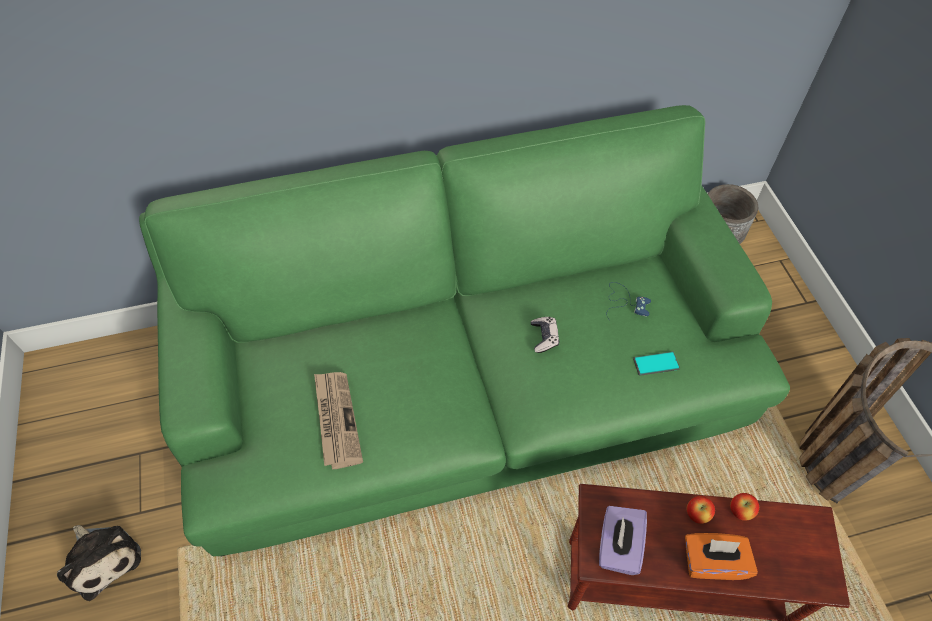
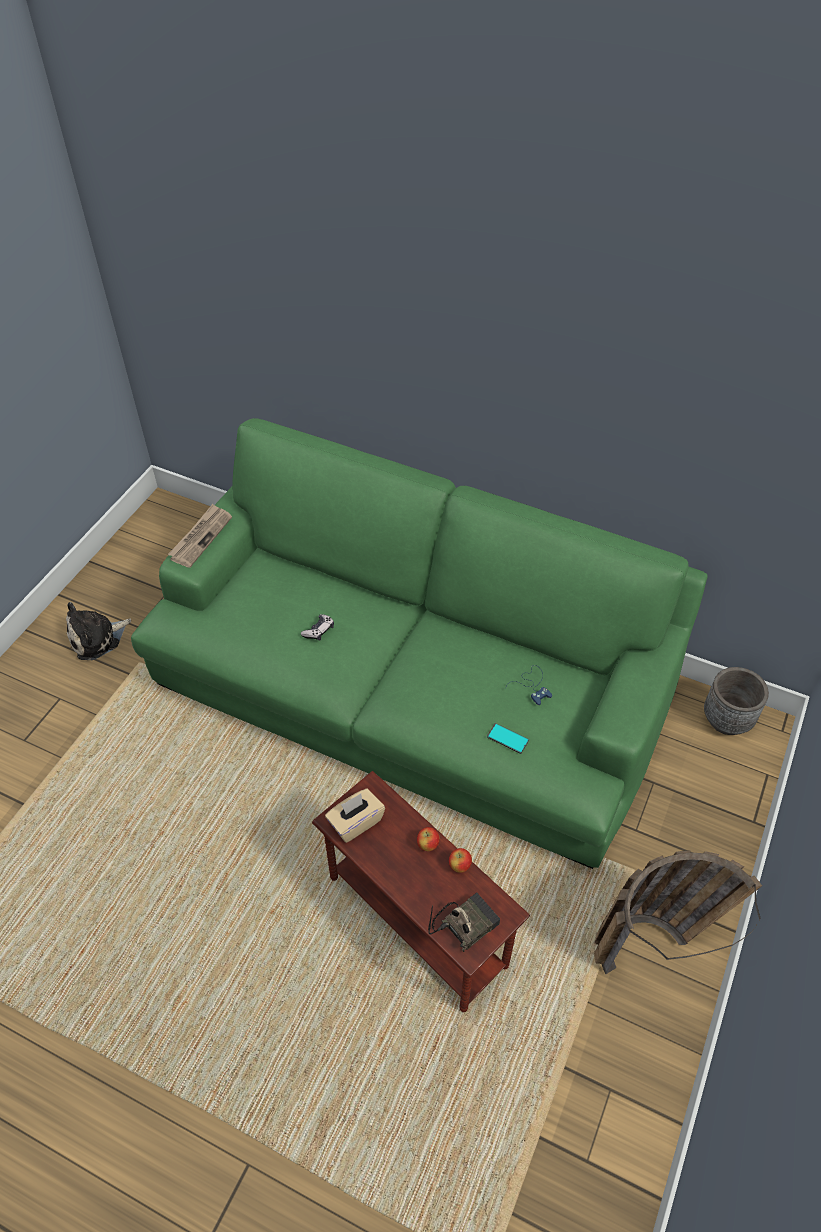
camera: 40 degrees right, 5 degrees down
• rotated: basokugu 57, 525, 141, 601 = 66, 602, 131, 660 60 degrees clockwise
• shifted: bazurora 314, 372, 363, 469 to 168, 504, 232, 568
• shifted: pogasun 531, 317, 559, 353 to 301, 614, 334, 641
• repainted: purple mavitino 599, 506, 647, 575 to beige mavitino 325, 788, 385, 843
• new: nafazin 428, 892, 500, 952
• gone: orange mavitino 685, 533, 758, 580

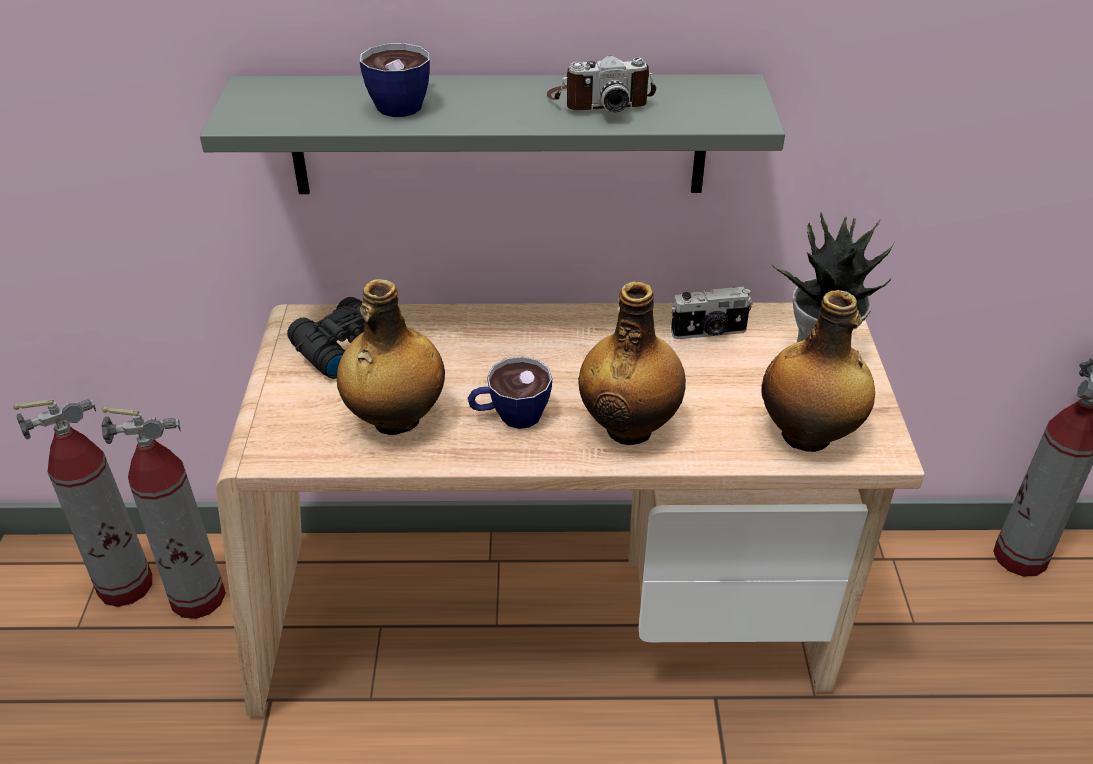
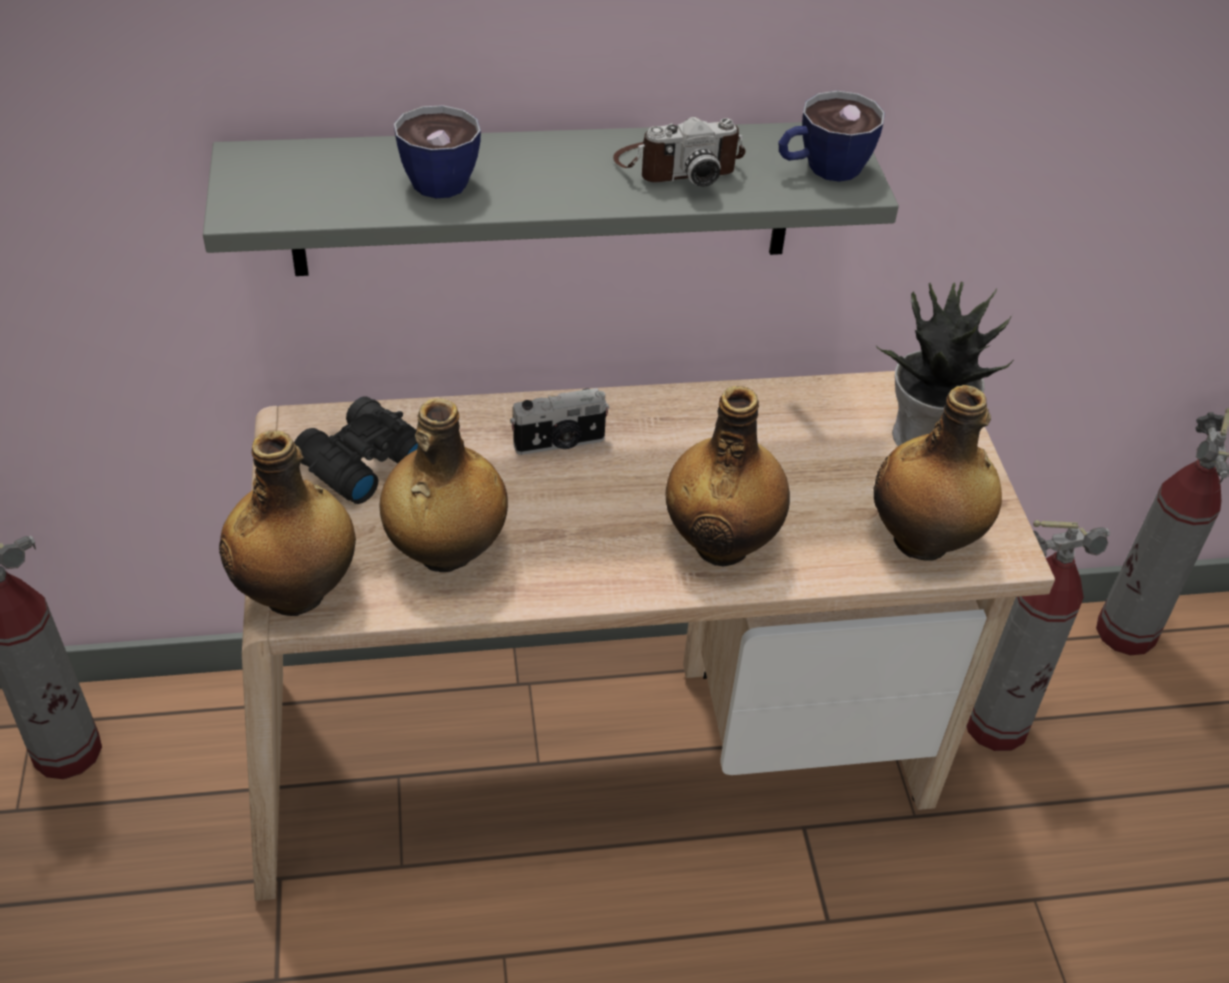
camera: 10 degrees left, 5 degrees up
• new: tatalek 219, 430, 356, 616
• shifted: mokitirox 671, 287, 753, 339 to 510, 388, 609, 455
• shifted: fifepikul 468, 356, 552, 429 to 779, 91, 885, 182
• shifted: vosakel 102, 407, 226, 619 to 967, 520, 1110, 751

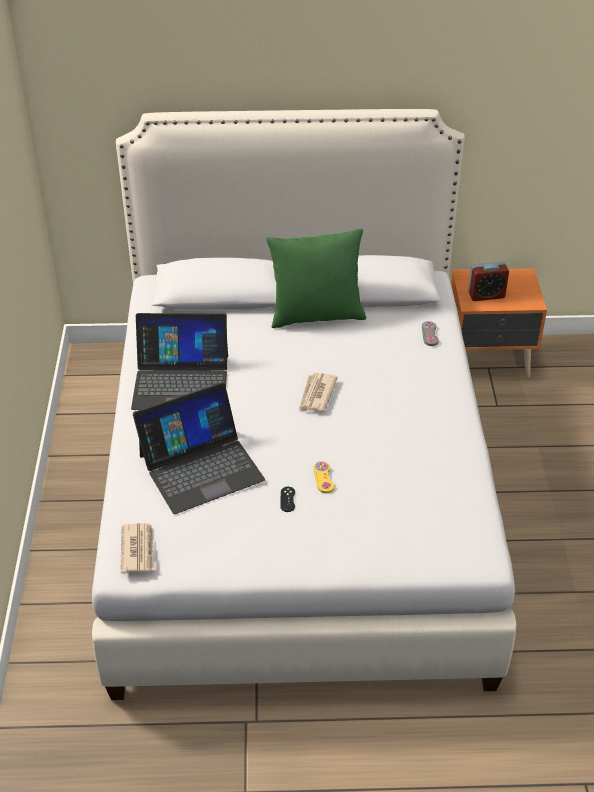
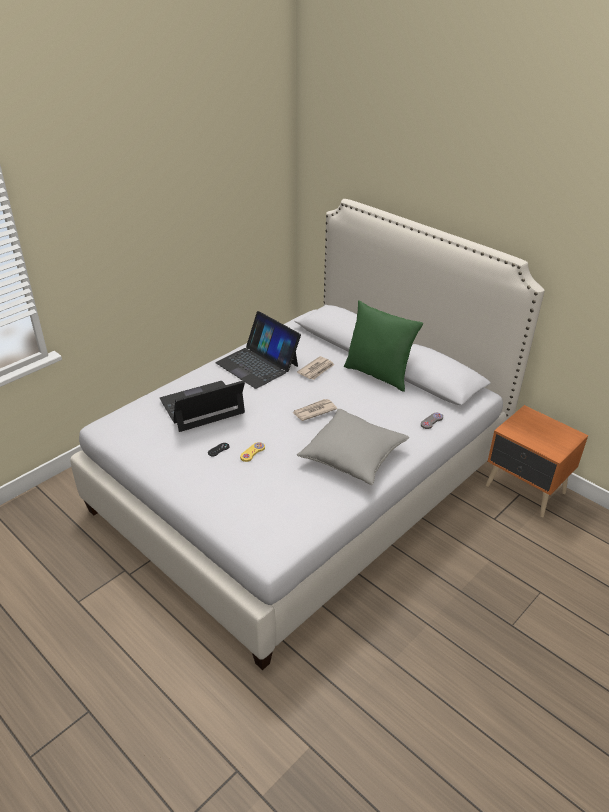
camera: 45 degrees right, 5 degrees down
• rotated: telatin 133, 382, 265, 514 = 160, 381, 245, 432 135 degrees clockwise
• shifted: bazurora 120, 523, 156, 573 to 297, 356, 334, 380
• new: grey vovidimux 297, 409, 409, 485
• gone: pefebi 468, 261, 509, 301

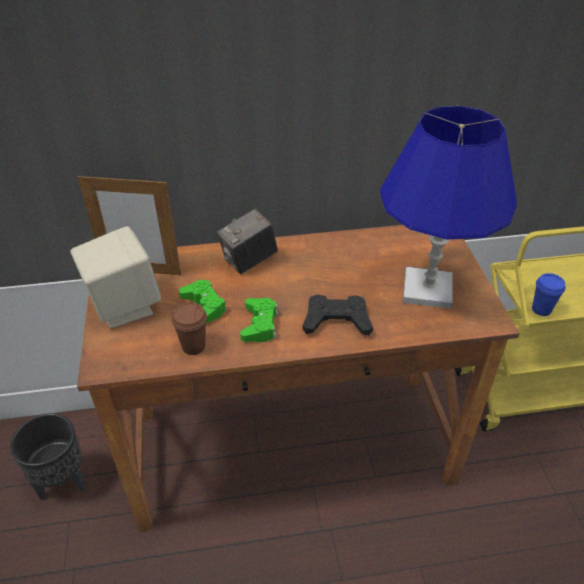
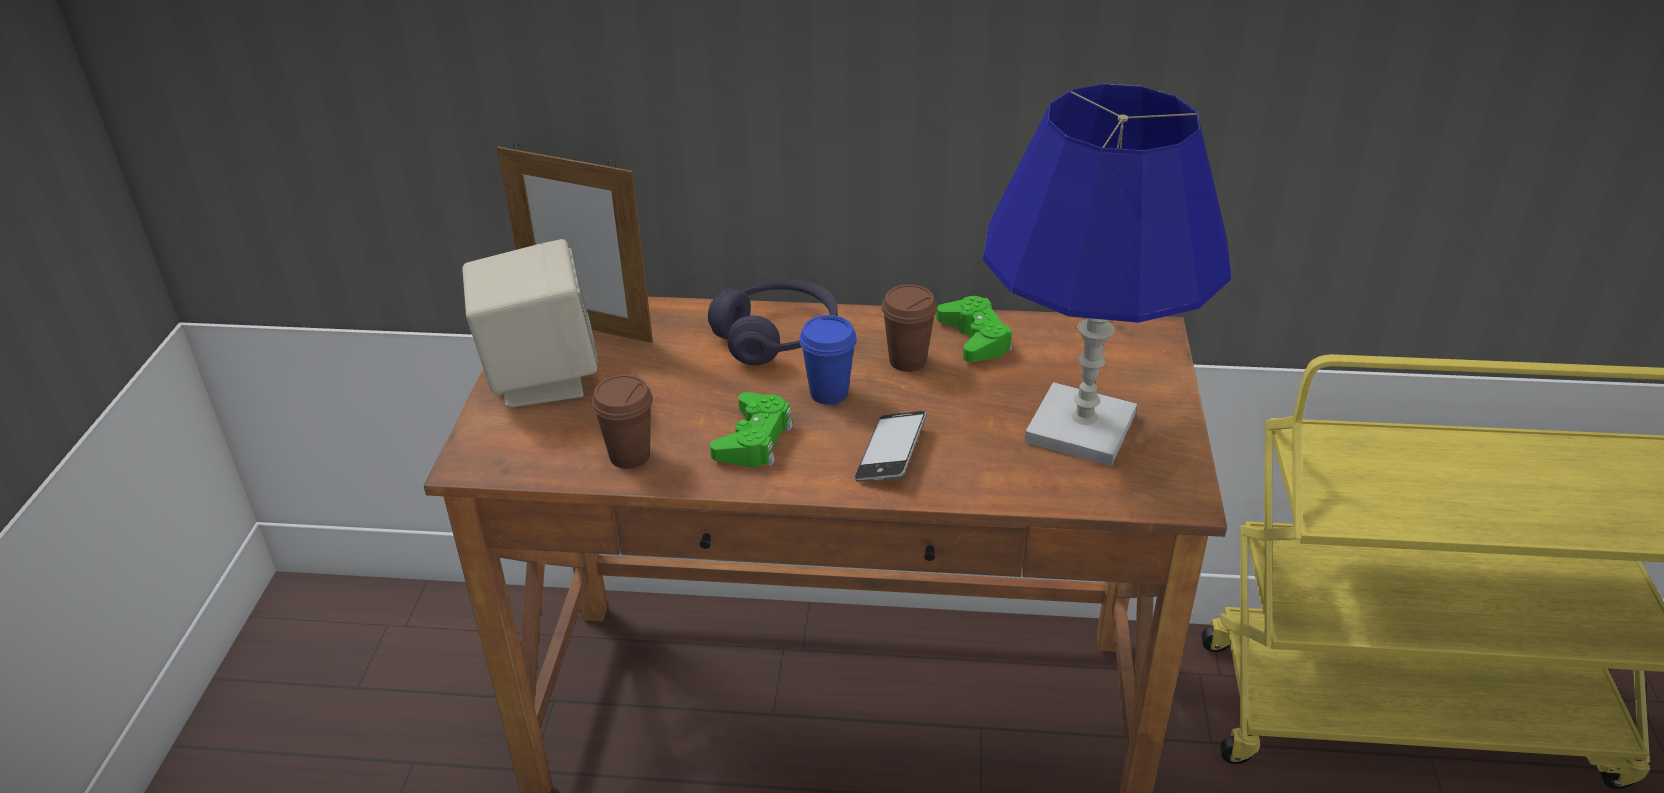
camera: 15 degrees right, 5 degrees down
• swapped: mokitirox 217, 209, 278, 274 to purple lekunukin 708, 279, 838, 365
• shifted: blue fifepikul 532, 273, 566, 316 to 799, 315, 857, 405
• swapped: black pogasun 302, 294, 373, 335 to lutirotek 855, 411, 927, 482
• new: brown fifepikul 881, 285, 937, 372
• shifted: green pogasun 179, 280, 227, 323 to 936, 296, 1012, 362
• gone: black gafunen 10, 413, 87, 500

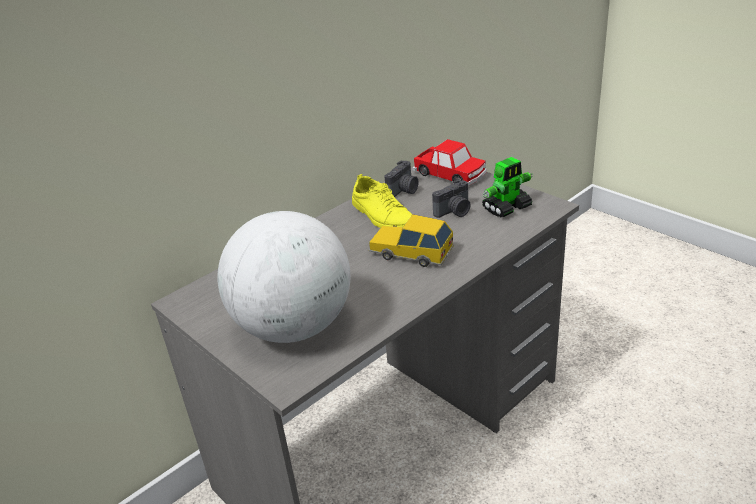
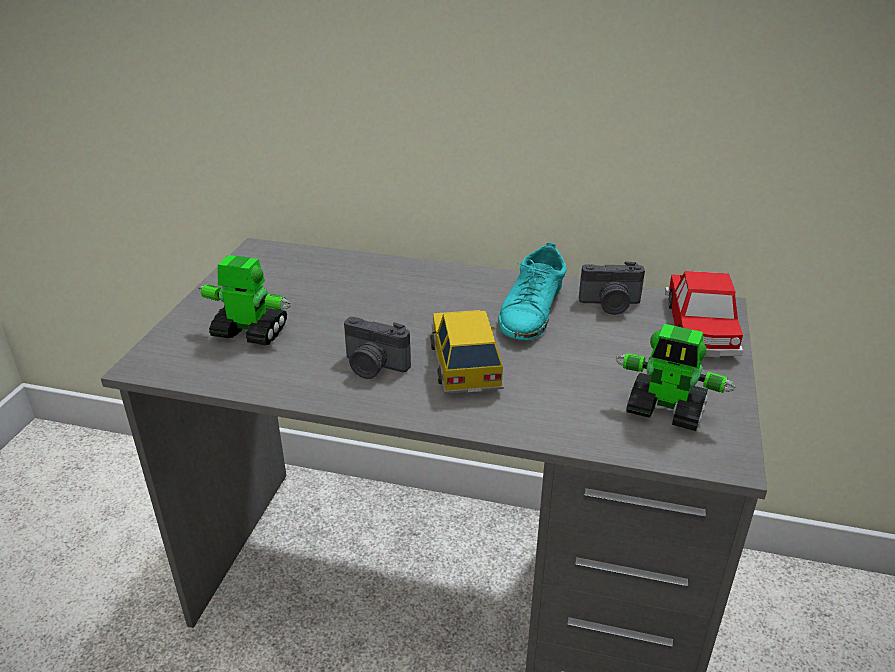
camera: 55 degrees right, 0 degrees up
• swapped: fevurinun 218, 211, 350, 343 to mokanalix 198, 255, 291, 345
• shifted: mokitirox 432, 180, 470, 218 to 344, 317, 411, 379
• repainted: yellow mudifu 352, 174, 412, 228 to turquoise mudifu 498, 242, 567, 340

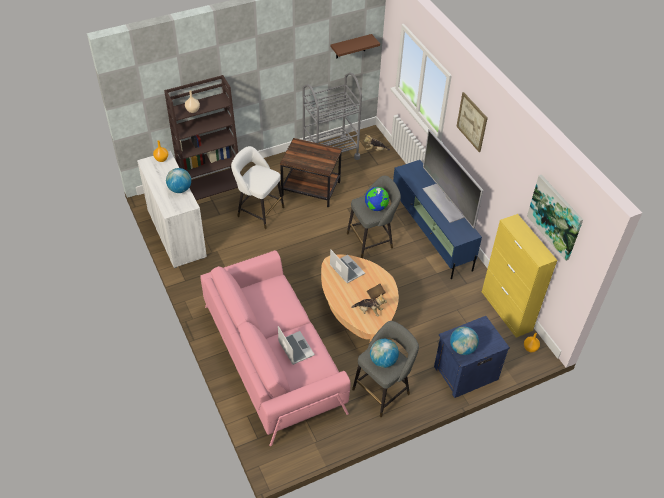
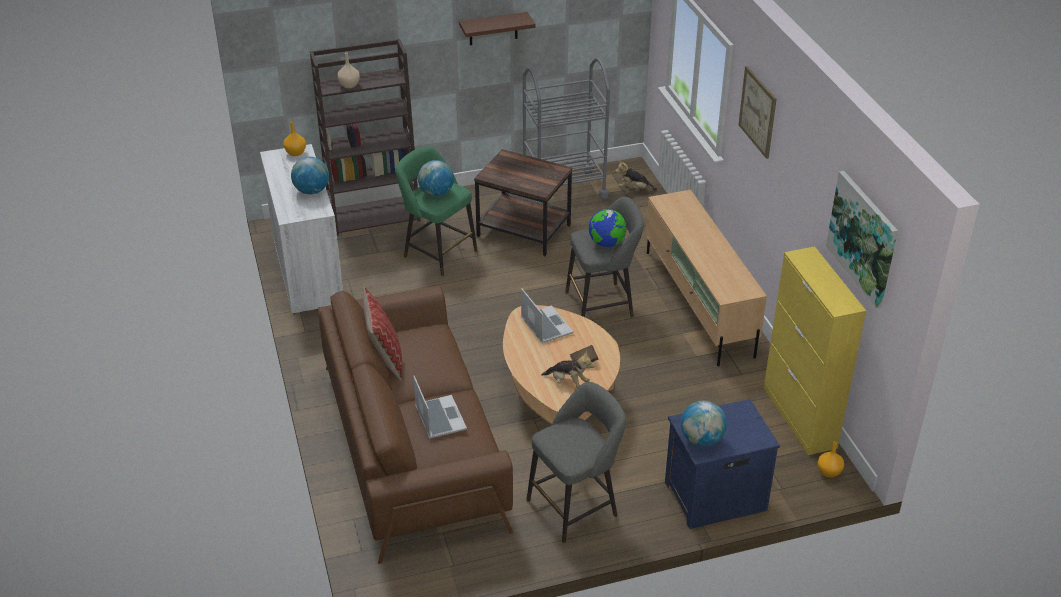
camera: 10 degrees right, 10 degrees down
• repainted: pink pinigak 200, 250, 351, 446 to brown pinigak 318, 286, 513, 564
• new: vovidimux 363, 287, 402, 381
• repainted: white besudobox 231, 146, 284, 229 to green besudobox 396, 146, 478, 276
• shifted: fevurinun 370, 339, 399, 368 to 418, 160, 454, 196
• shifted: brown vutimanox 331, 34, 380, 59 to 459, 12, 535, 45
• repainted: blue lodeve 393, 160, 482, 279 to beige lodeve 646, 190, 767, 366
• gone: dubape 423, 129, 484, 229

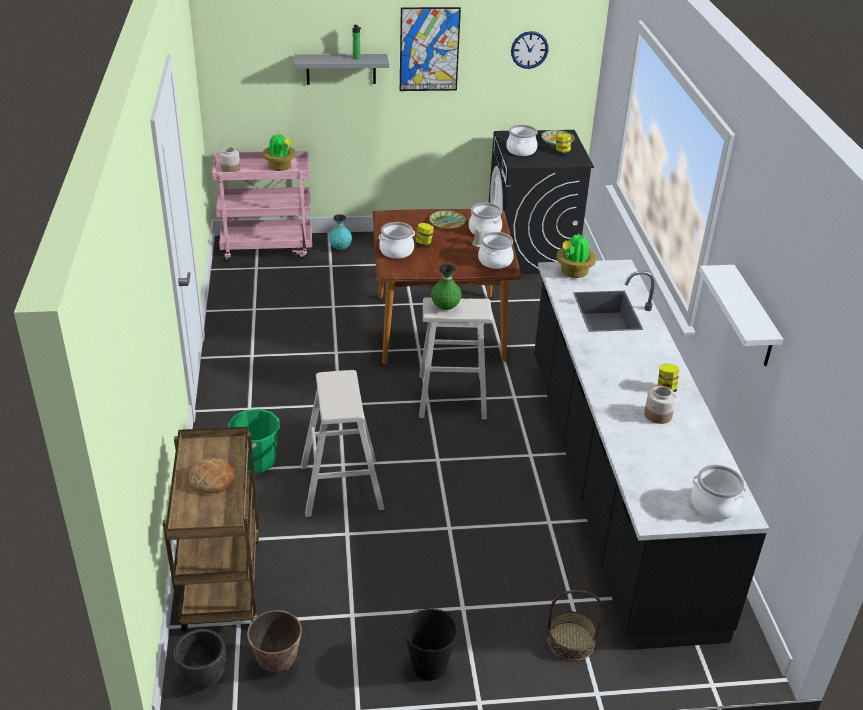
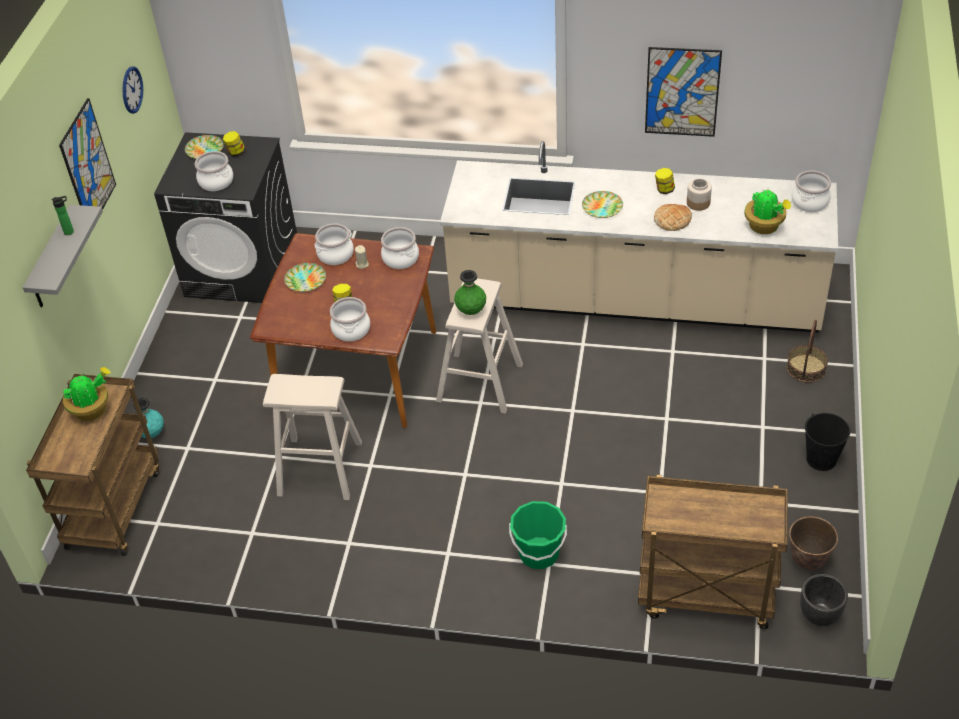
camera: 70 degrees left, 10 degrees up
• repainted: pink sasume 212, 150, 312, 262 to brown sasume 26, 374, 159, 556
• shifted: beige besudobox 301, 370, 384, 517 to 263, 374, 362, 500
• repainted: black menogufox 534, 260, 769, 649 to beige menogufox 440, 141, 838, 333
• new: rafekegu 582, 191, 623, 218
• swapped: white vutimanox 699, 265, 783, 366 to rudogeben 645, 47, 722, 137
• shifted: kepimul 189, 458, 234, 493 to 654, 204, 692, 231
• shifted: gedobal 557, 233, 596, 278 to 744, 190, 791, 234
• gone: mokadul 219, 147, 240, 172

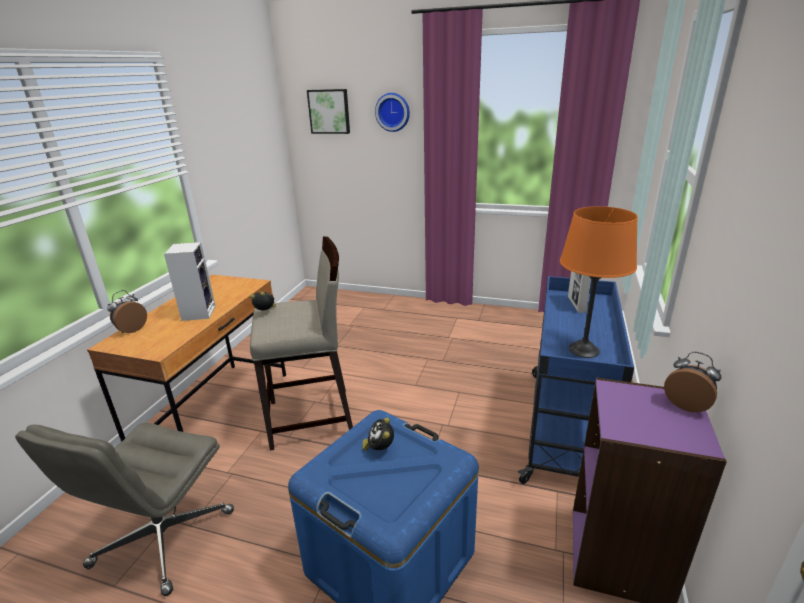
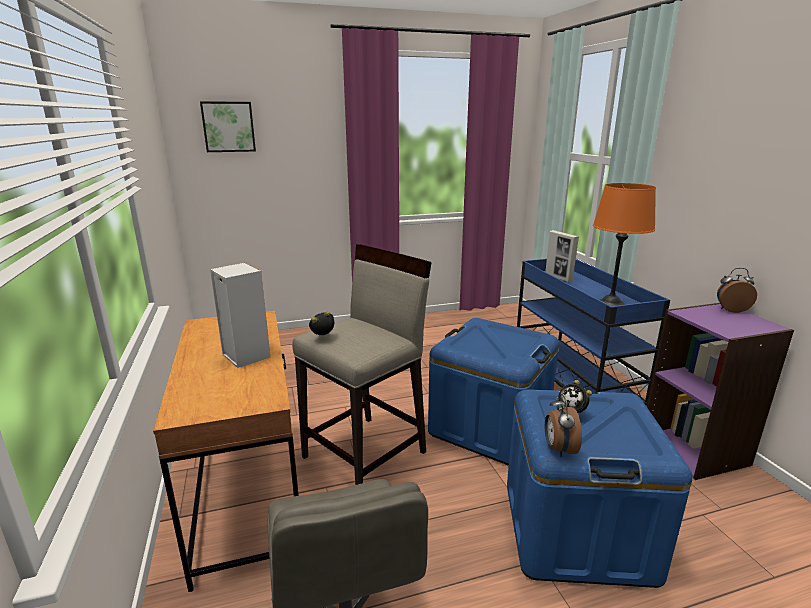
camera: 35 degrees left, 5 degrees down
• new: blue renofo 428, 318, 559, 466
• shifted: pefebi 107, 290, 147, 333 to 545, 394, 582, 457
• gone: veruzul 375, 93, 410, 132

